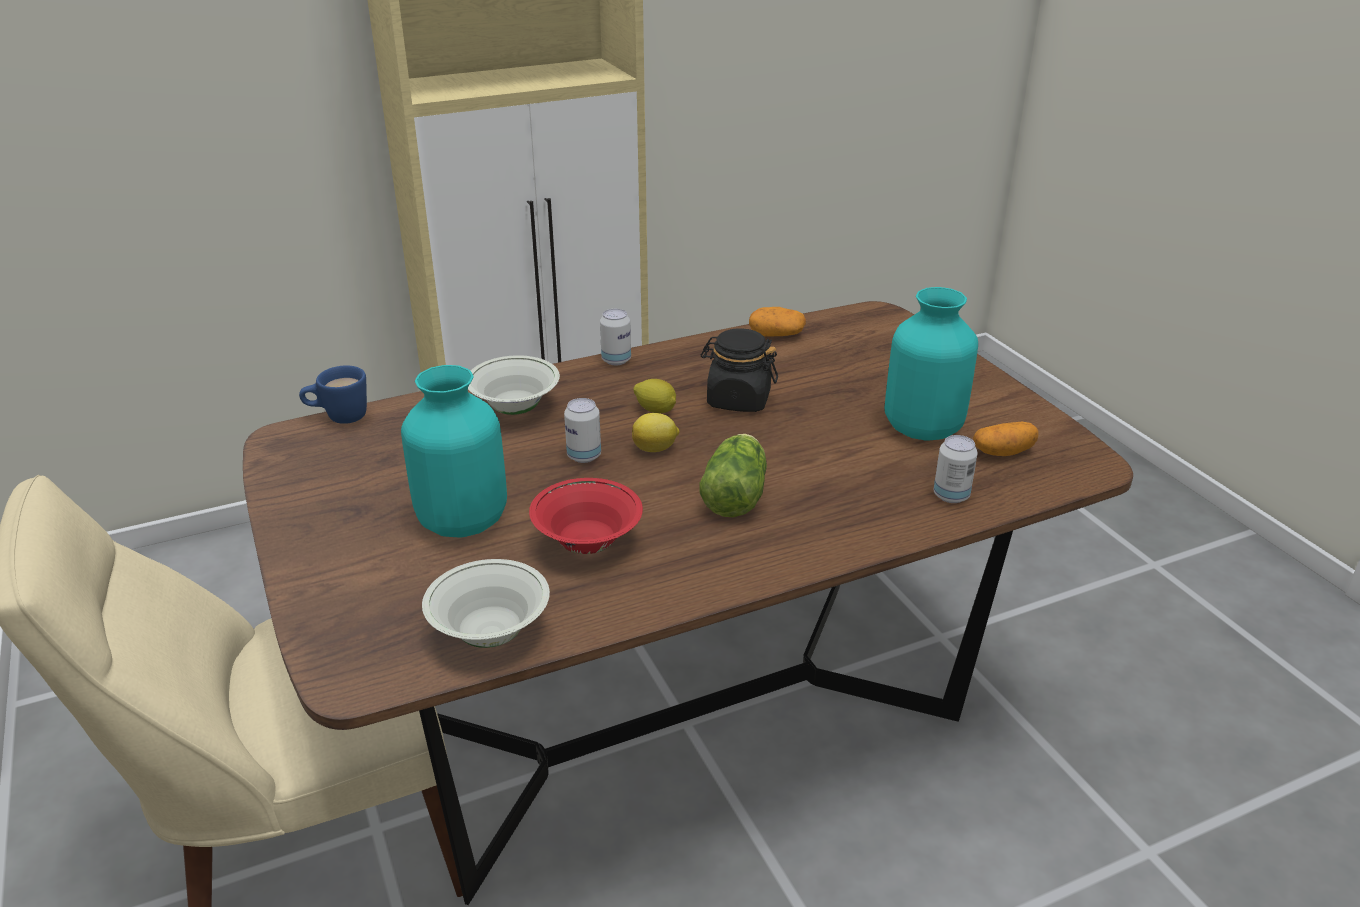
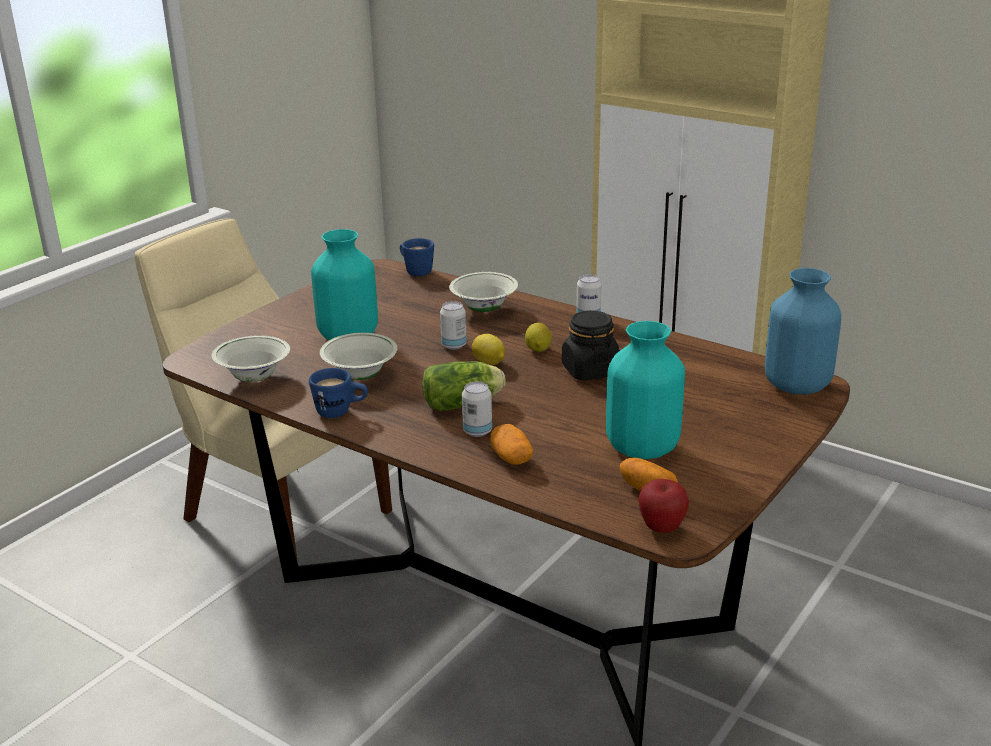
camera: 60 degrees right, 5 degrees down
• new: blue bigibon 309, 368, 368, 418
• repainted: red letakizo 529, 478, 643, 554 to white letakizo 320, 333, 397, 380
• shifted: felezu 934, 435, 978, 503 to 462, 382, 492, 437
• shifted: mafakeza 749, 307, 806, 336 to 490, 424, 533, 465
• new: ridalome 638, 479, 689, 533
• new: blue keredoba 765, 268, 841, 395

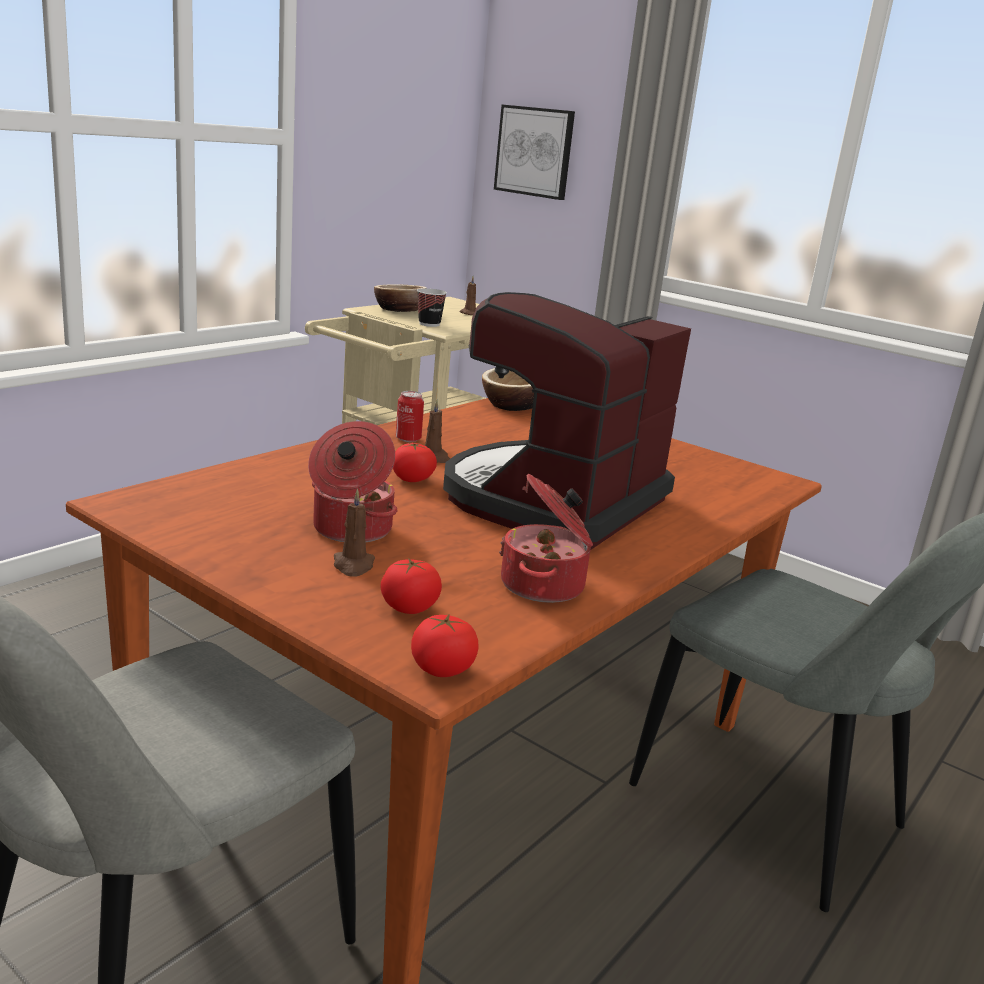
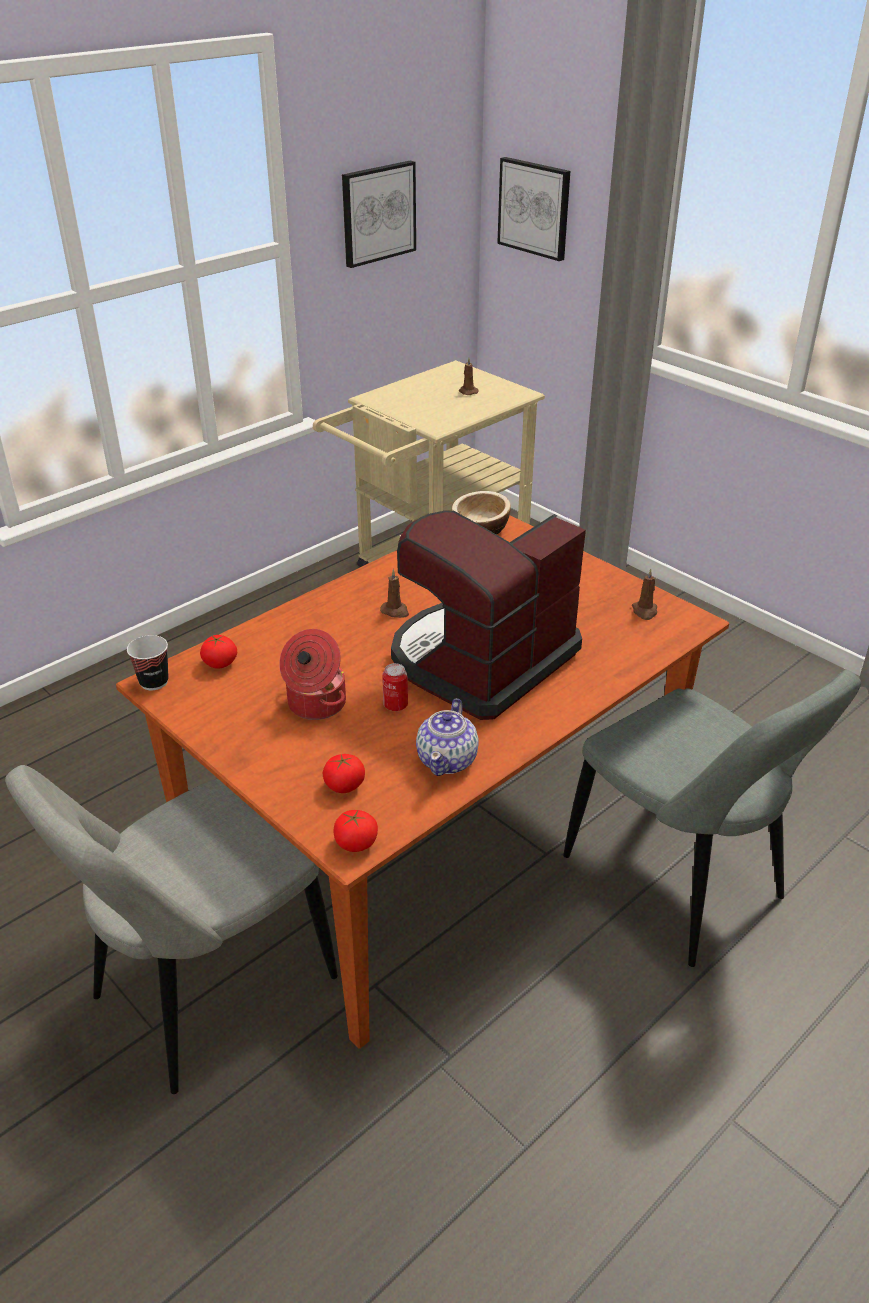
camera: 10 degrees right, 15 degrees up
• shifted: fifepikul 417, 288, 447, 327 to 127, 635, 169, 690
• shifted: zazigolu 393, 442, 437, 482 to 200, 635, 237, 669
• new: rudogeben 342, 161, 416, 268
• shifted: felezu 396, 391, 424, 442 to 382, 663, 408, 711
• swapped: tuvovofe 499, 474, 593, 603 to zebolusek 416, 698, 479, 776
• shifted: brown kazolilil 334, 488, 375, 577 to 632, 569, 657, 620
• gone: letakizo 374, 284, 427, 312

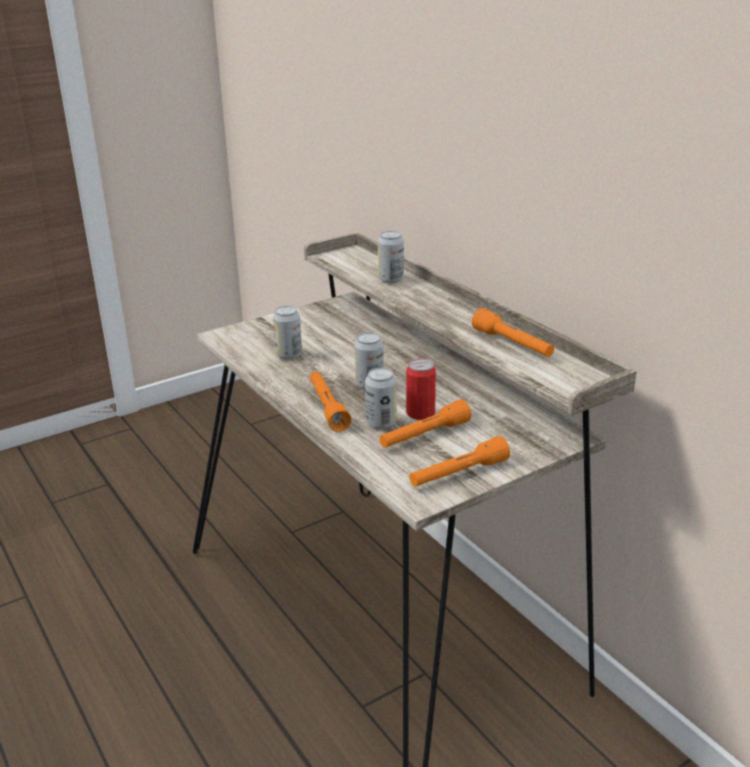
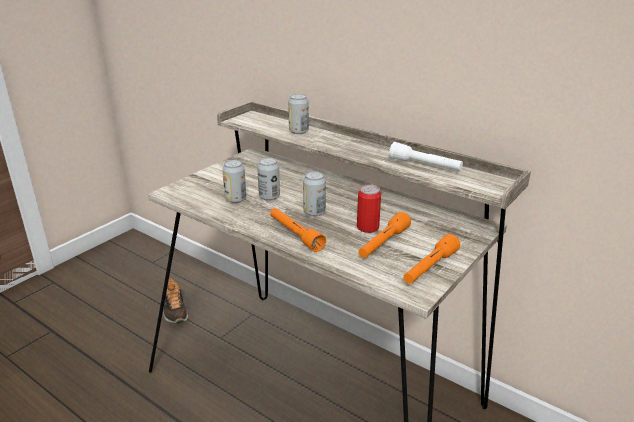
camera: 20 degrees left, 0 degrees up
• new: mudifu 162, 277, 188, 323
• shifted: felezu 365, 368, 396, 429 to 257, 158, 280, 201
• repainted: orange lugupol 472, 308, 554, 357 to white lugupol 389, 142, 463, 171

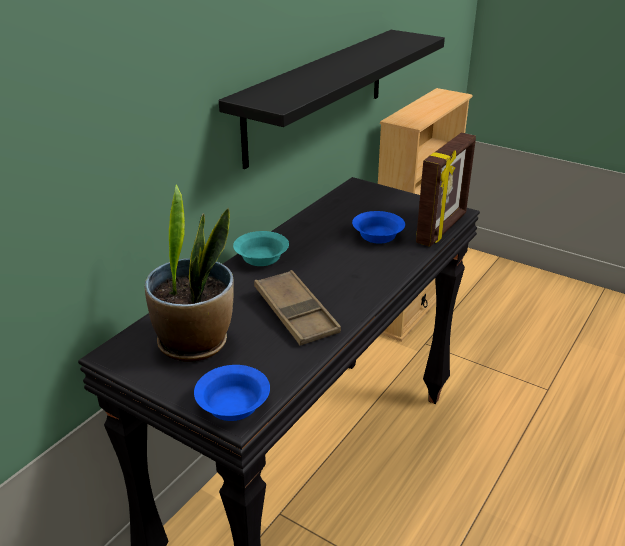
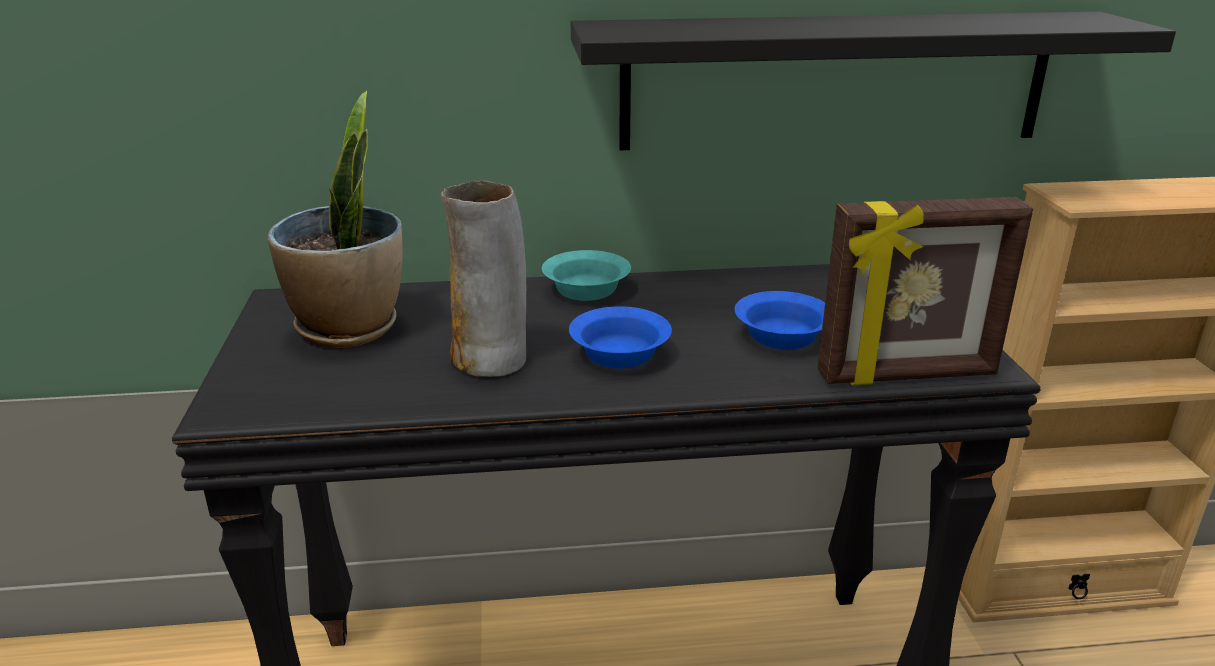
camera: 50 degrees right, 5 degrees down
• swapped: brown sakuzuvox 254, 270, 341, 346 to keredoba 441, 180, 526, 377
• shifted: blue letakizo 194, 365, 270, 421 to 569, 306, 672, 368

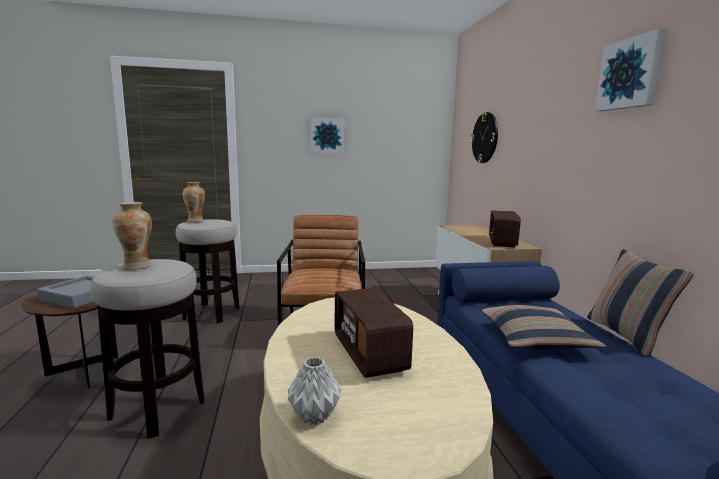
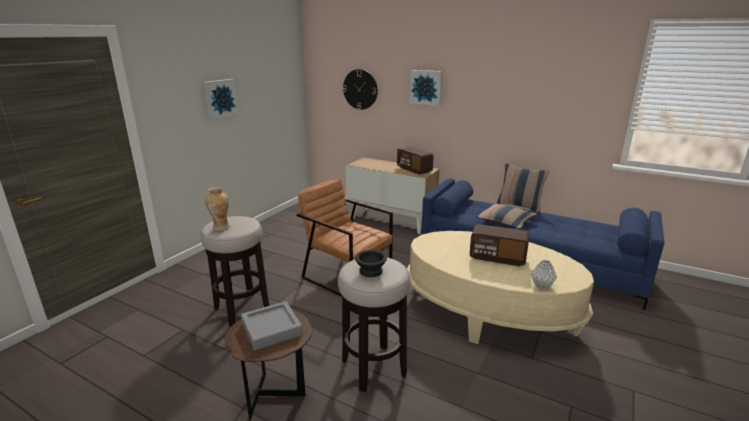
camera: 50 degrees left, 10 degrees up
• swapped: keredoba 112, 202, 152, 269 to black letakizo 355, 250, 387, 277
• shifted: rudogeben 595, 28, 667, 111 to 409, 70, 443, 106

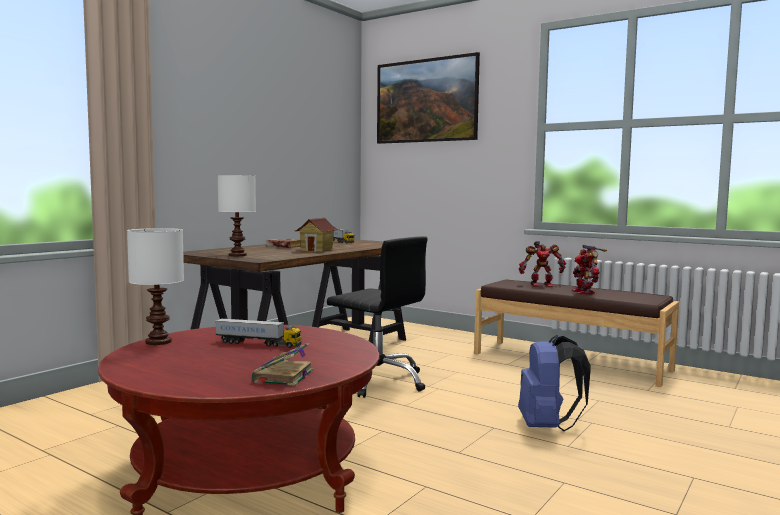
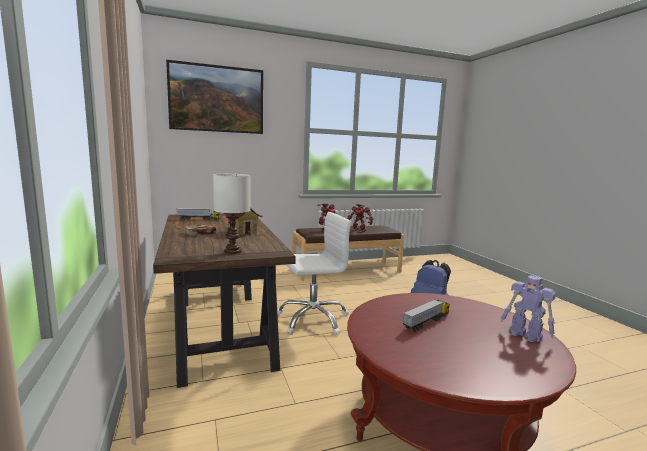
camera: 55 degrees left, 5 degrees up
• repainted: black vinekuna 327, 236, 428, 398 to white vinekuna 277, 212, 351, 335
• swapped: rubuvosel 252, 342, 314, 386 to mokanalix 501, 275, 556, 342
• gone: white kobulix 127, 228, 184, 345

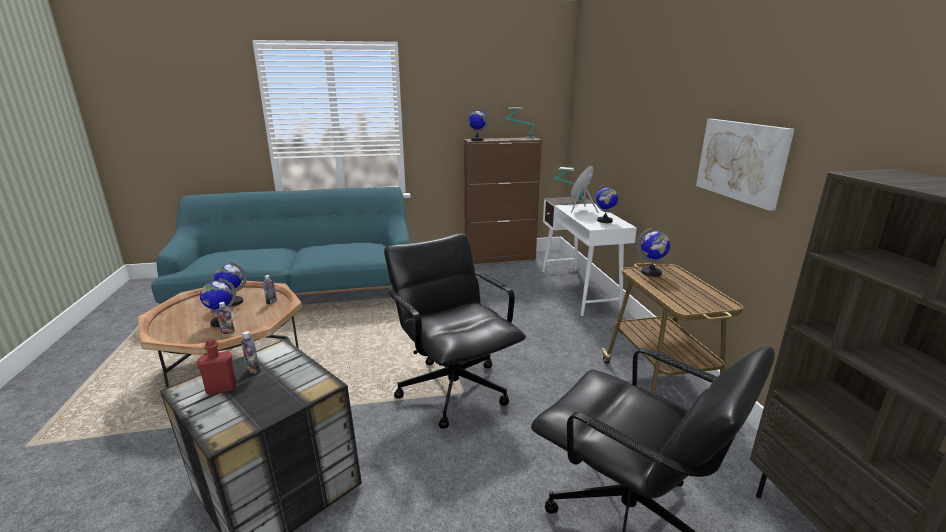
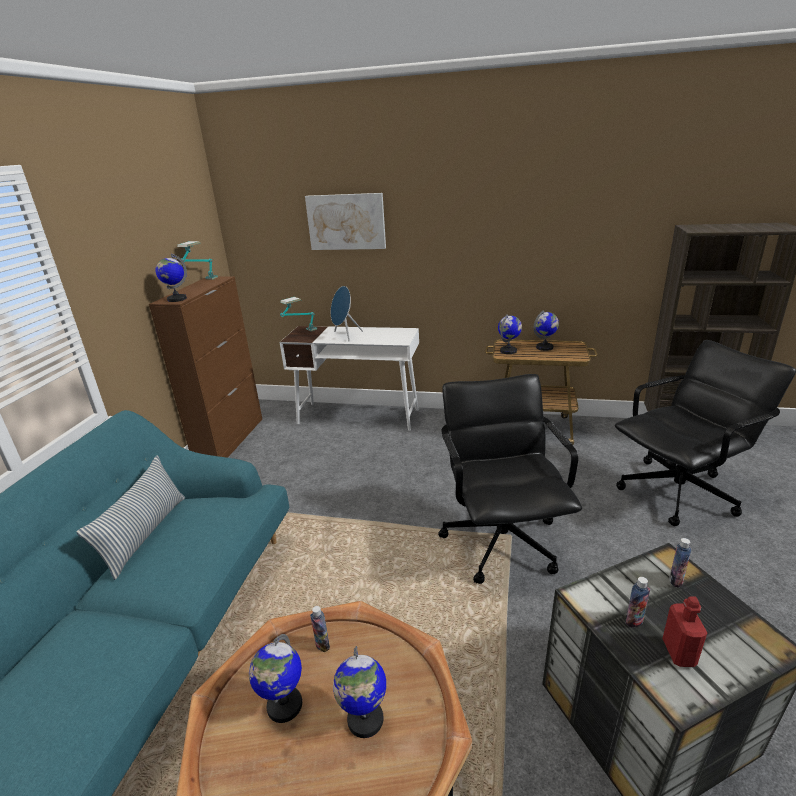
camera: 65 degrees left, 5 degrees up
• new: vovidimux 77, 456, 185, 580
• shifted: rudogeben 696, 119, 794, 211 to 305, 193, 386, 250
• rotated: black vinekuna 384, 233, 526, 429 = 438, 374, 582, 584 90 degrees clockwise
• shifted: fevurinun 595, 184, 618, 223 to 534, 311, 559, 351
• shifted: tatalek 217, 302, 235, 334 to 669, 538, 691, 588

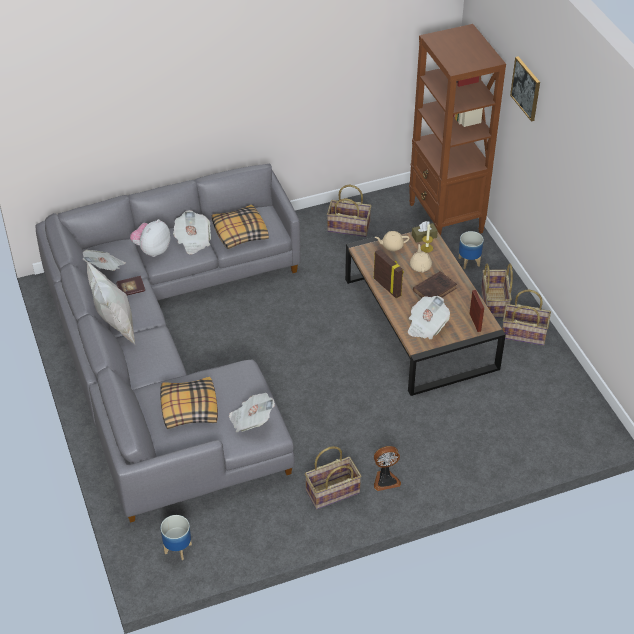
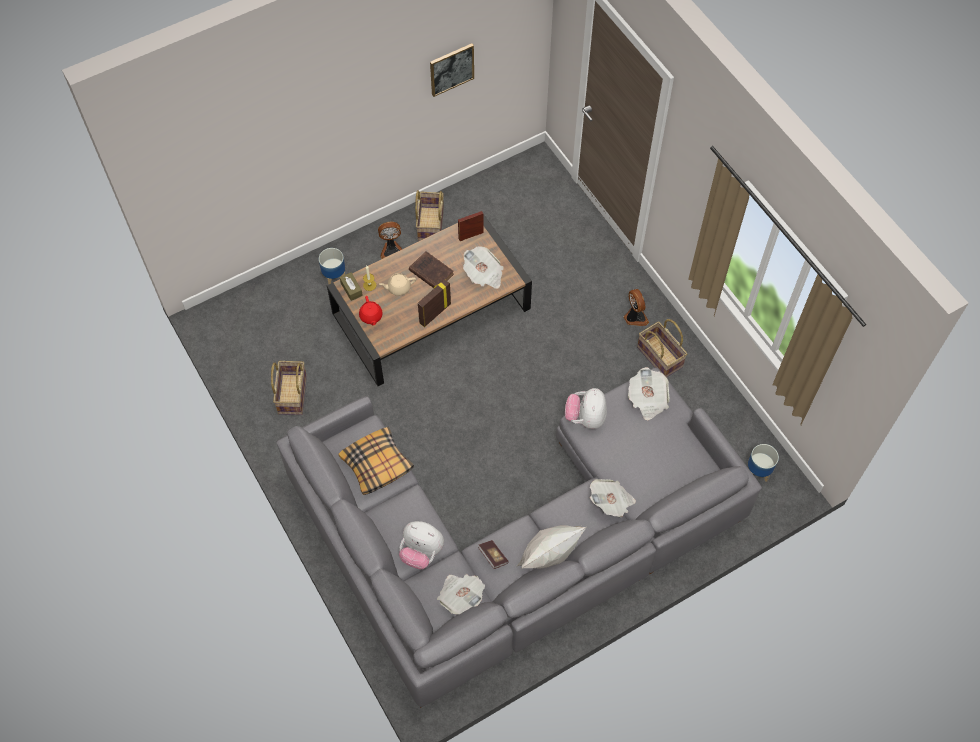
camera: 100 degrees left, 15 degrees up
• repainted: beige zebolusek 375, 231, 409, 251 to red zebolusek 359, 296, 383, 325
• swapped: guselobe 481, 263, 513, 318 to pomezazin 378, 222, 402, 259
• shifted: rudogeben 510, 56, 540, 122 to 430, 43, 474, 97
• new: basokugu 565, 388, 607, 429
• shifted: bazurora 173, 210, 211, 255 to 590, 479, 636, 517
• gone: vovidimux 160, 377, 218, 429
• gone: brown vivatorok 409, 24, 506, 235

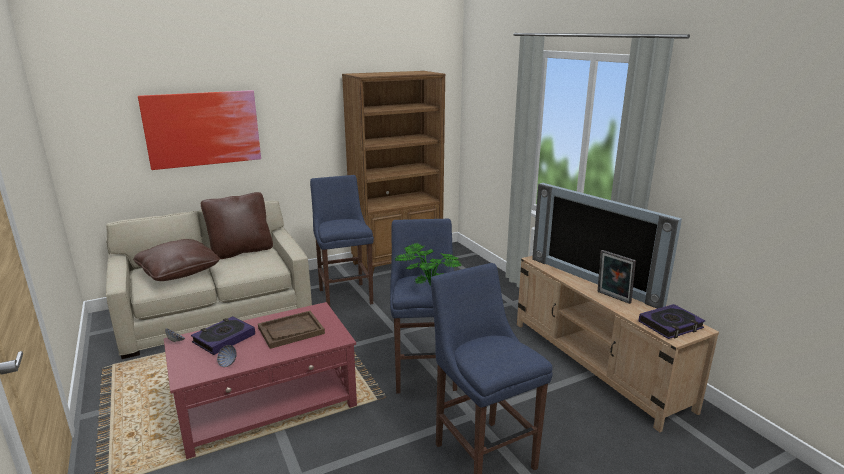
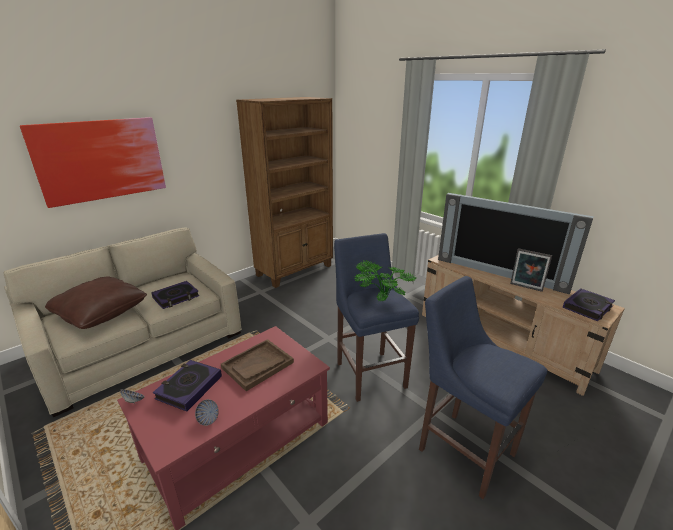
camera: 15 degrees left, 5 degrees up
• new: rubuvosel 151, 281, 199, 309
• gone: brown vovidimux 201, 192, 273, 259
• gone: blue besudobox 310, 175, 374, 306

